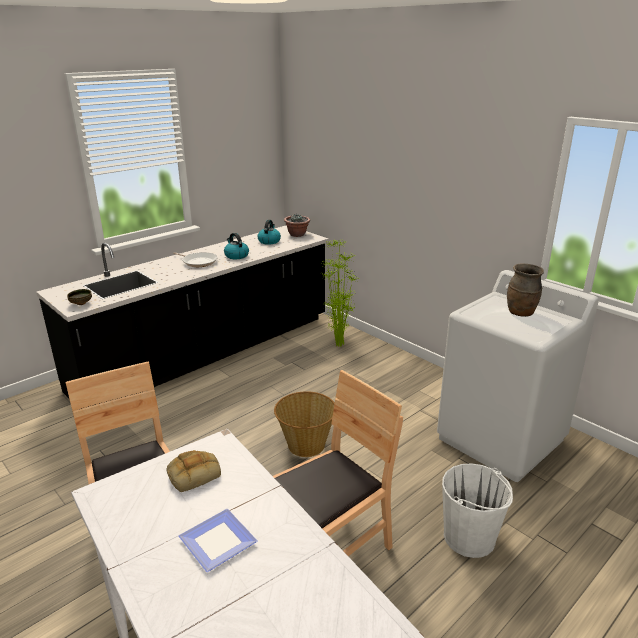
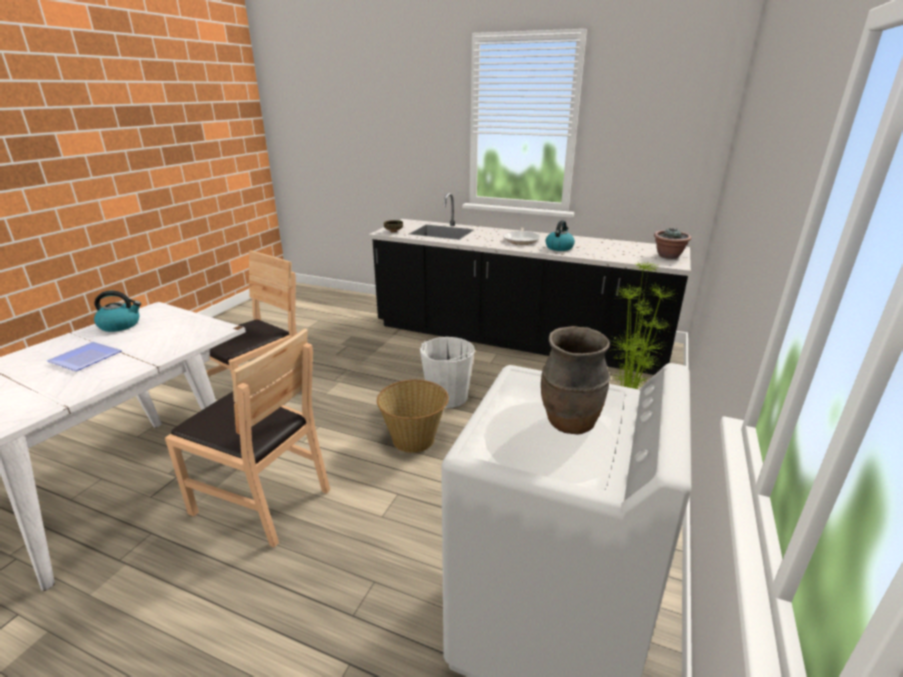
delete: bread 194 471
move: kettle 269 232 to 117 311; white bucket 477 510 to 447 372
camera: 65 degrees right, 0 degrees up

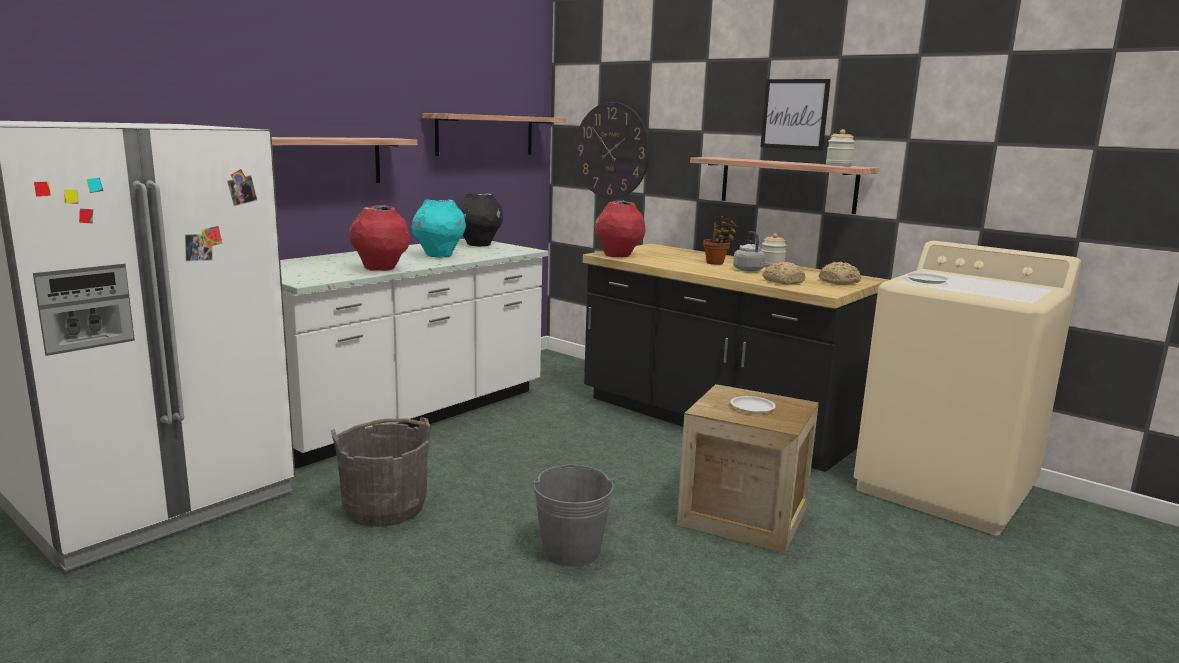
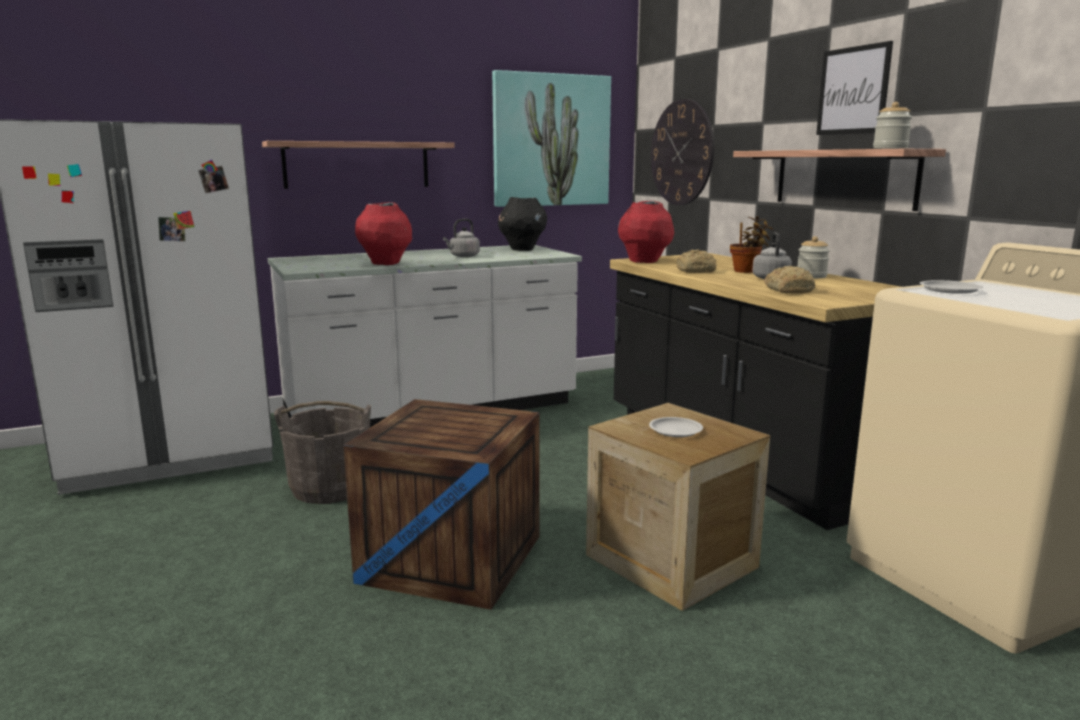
move: bread 840 273 to 696 261
replace: turquoise vase 439 228 to grey kettle 461 238; shelf 494 134 to picture 551 138; grey bucket 573 515 to crate 441 504
camera: 25 degrees right, 0 degrees up

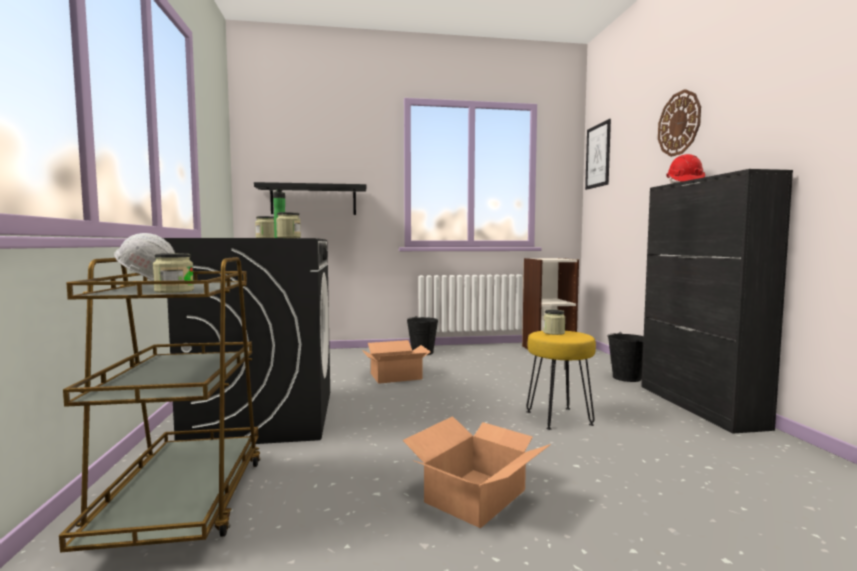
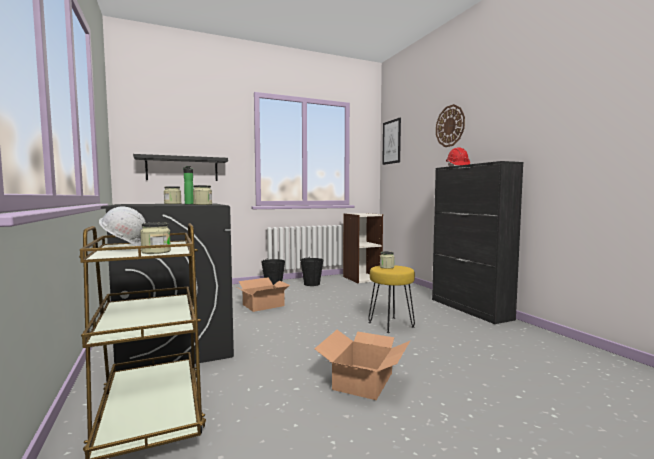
move: black bucket 625 357 to 311 271
camera: 15 degrees left, 0 degrees up

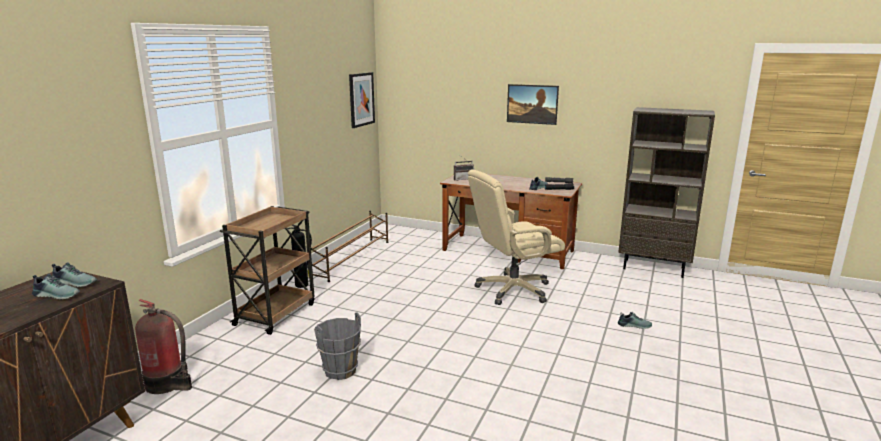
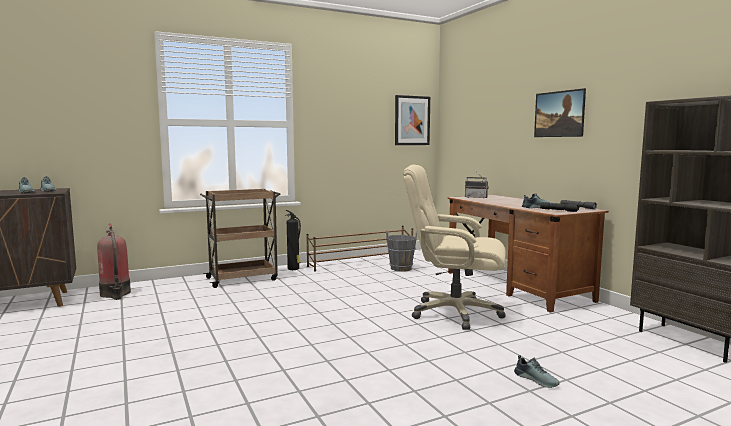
move: grey bucket 337 346 to 401 251
camera: 40 degrees right, 10 degrees down

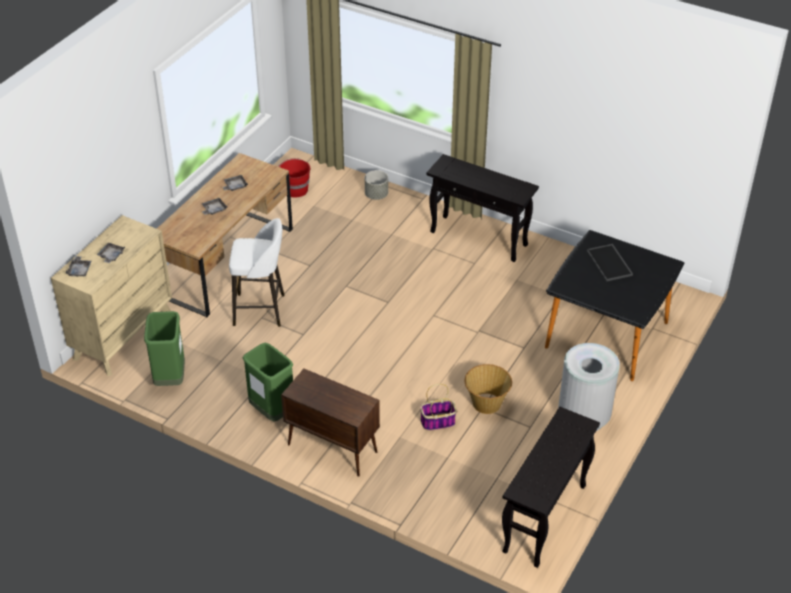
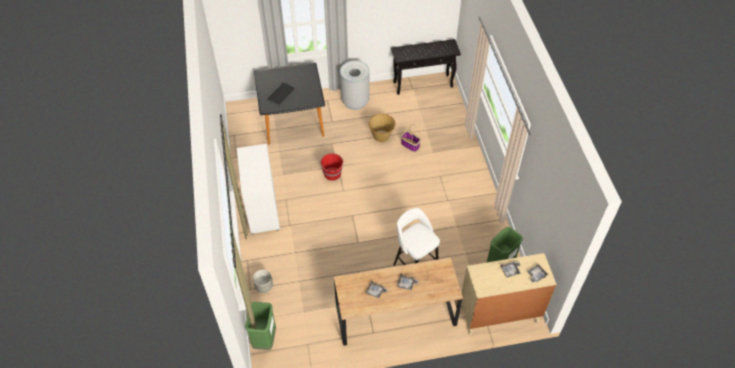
delete: brown cabinet 330 423
move: green trash can 268 382 to 260 326; red bucket 294 178 to 332 167
replace: black console table 482 208 to white cabinet 258 189
camera: 130 degrees left, 10 degrees up

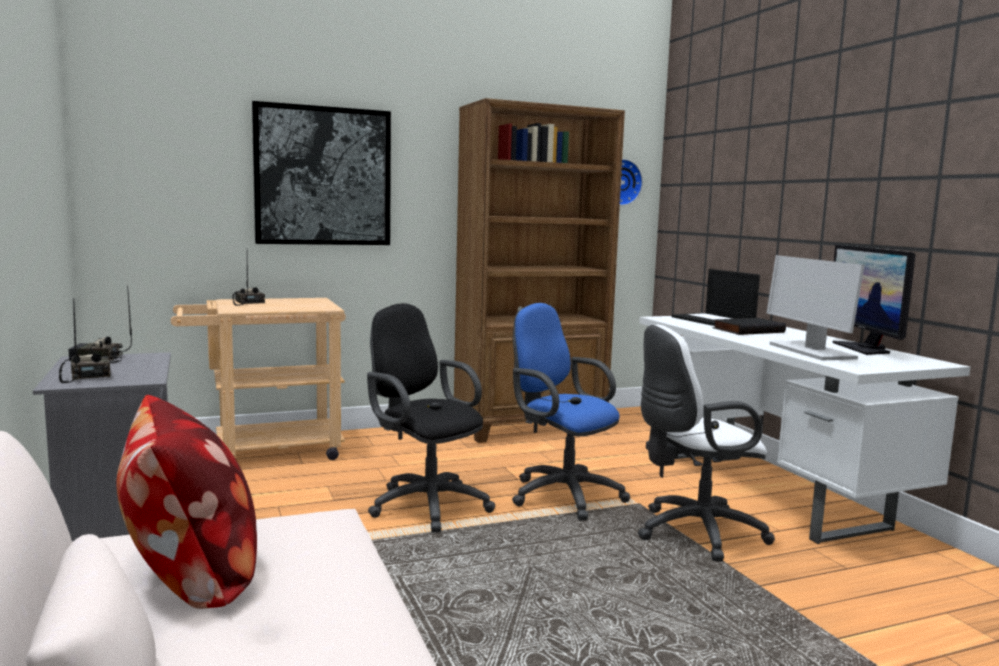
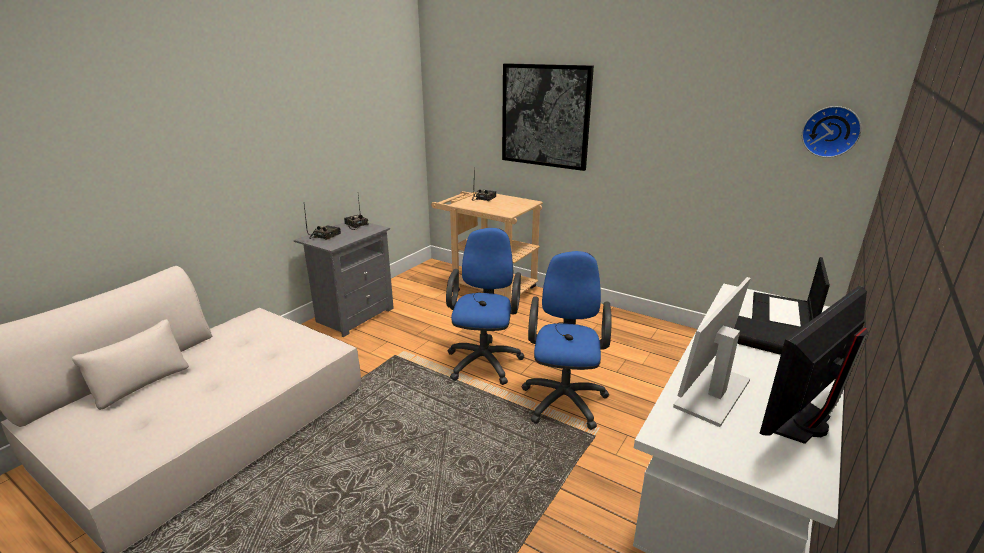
delete: pillow 187 502; brown bookcase 539 270; white office chair 706 443
recolor: black office chair 431 418 to blue office chair 485 306
camera: 55 degrees right, 15 degrees up

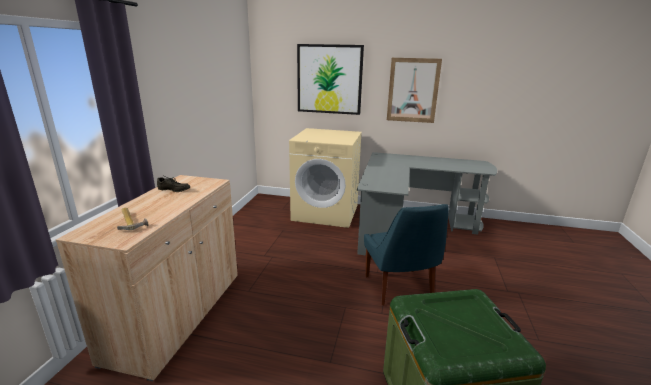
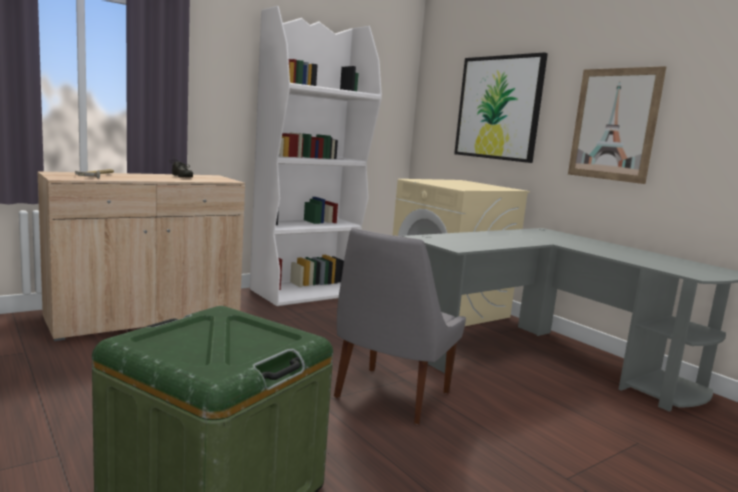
insert: white bookcase 316 156
recolor: blue chair 406 254 to grey chair 400 326
camera: 40 degrees right, 10 degrees down

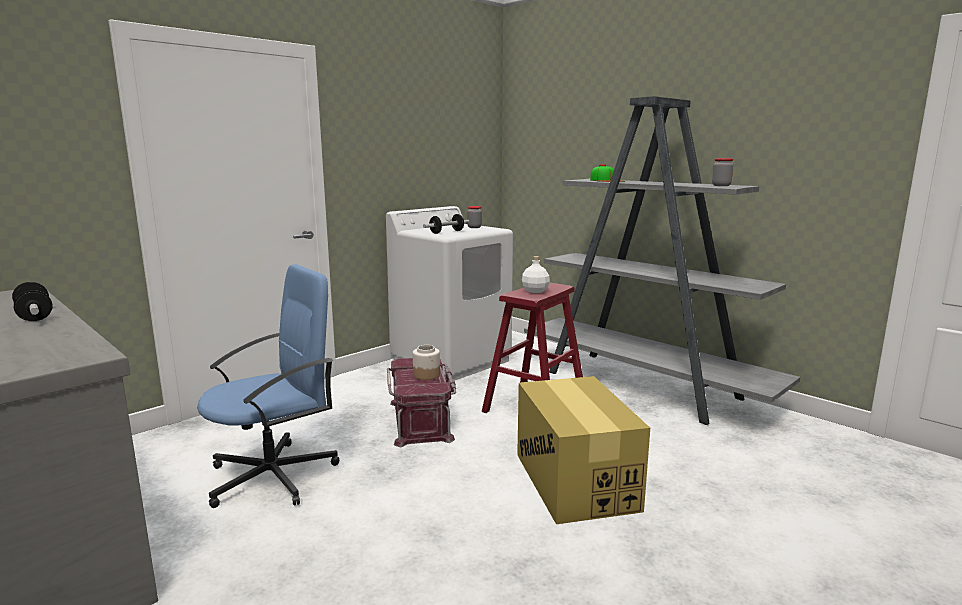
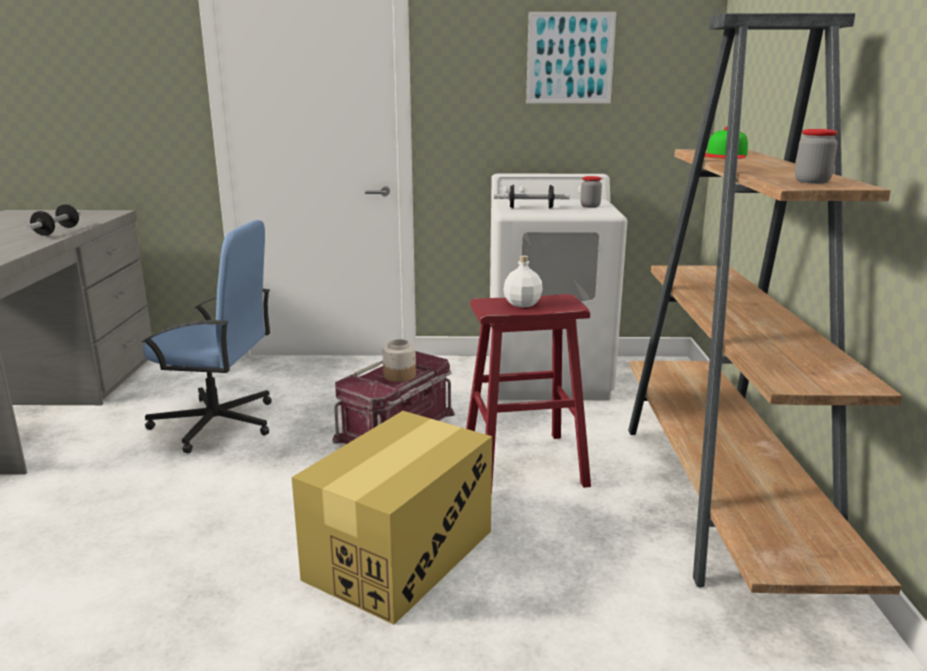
insert: picture 571 57
recolor: grey bookcase 662 260 to brown bookcase 765 303
camera: 45 degrees right, 5 degrees up

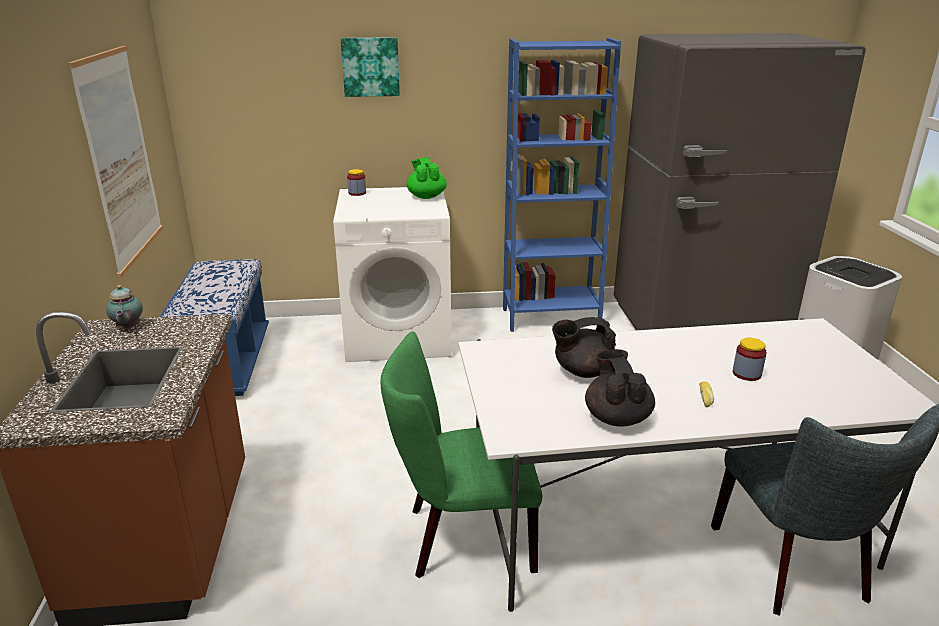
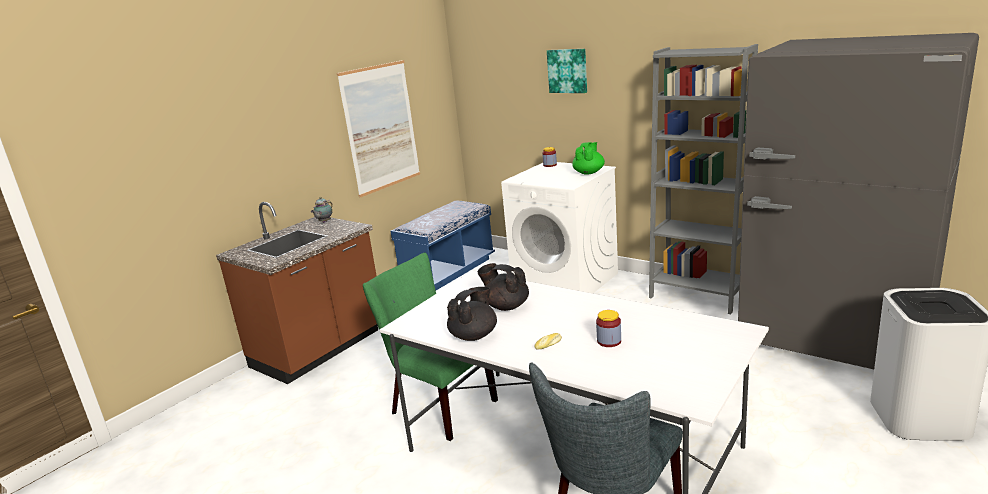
recolor: blue bookcase 562 185 to grey bookcase 703 179
camera: 45 degrees right, 5 degrees down

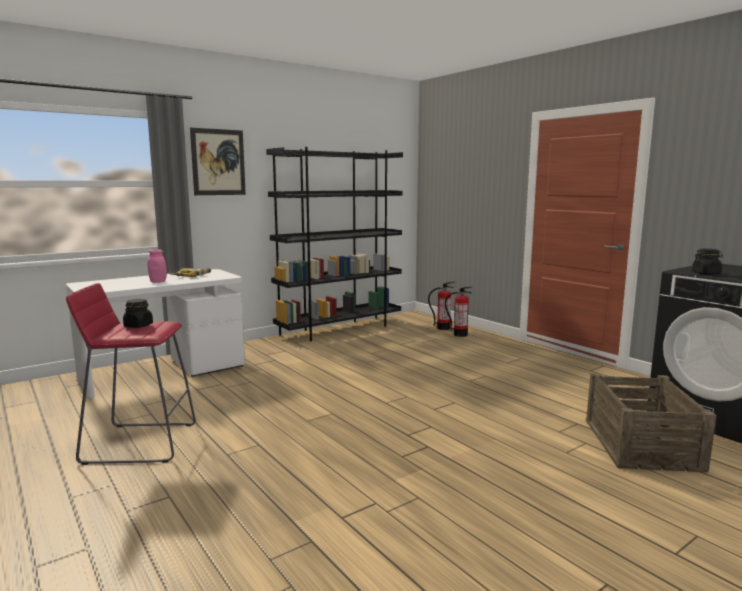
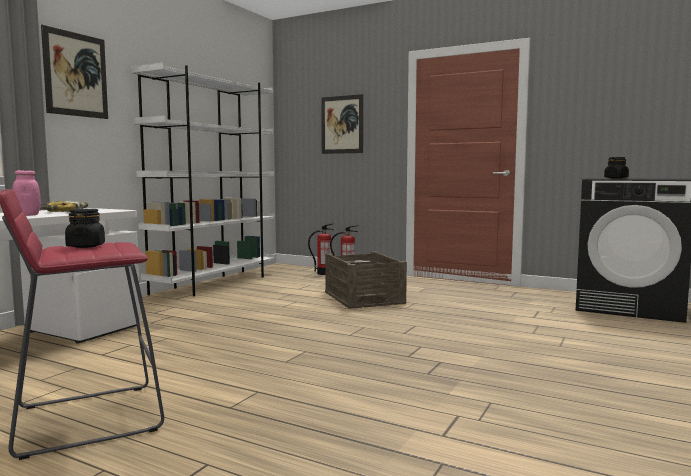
insert: picture 342 124
move: crate 651 422 to 366 280
recolor: black bookcase 334 244 to white bookcase 203 179
camera: 25 degrees left, 5 degrees down

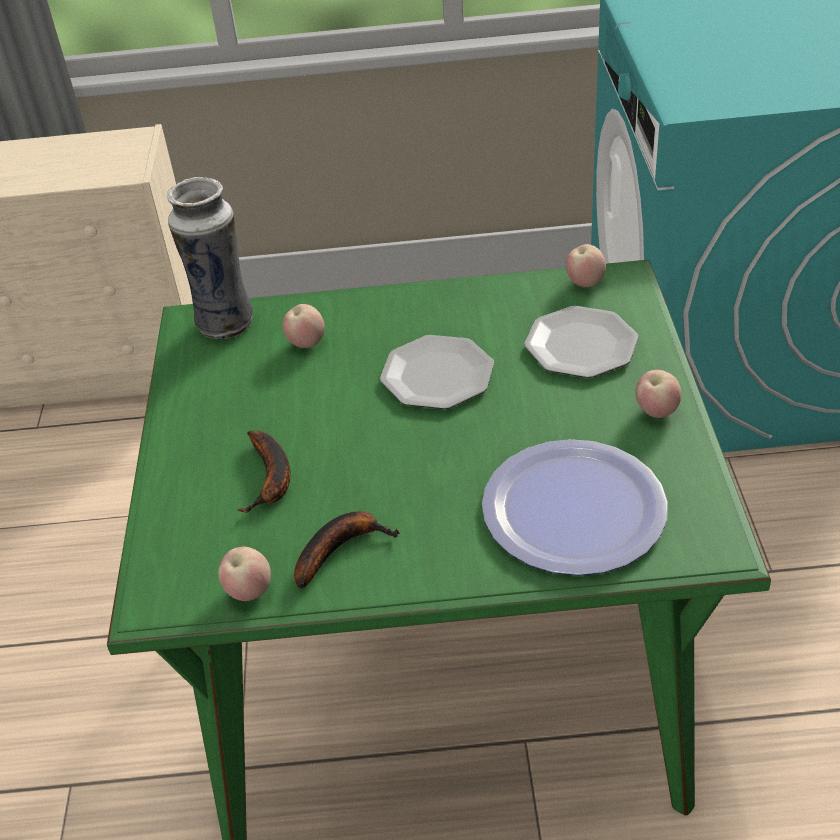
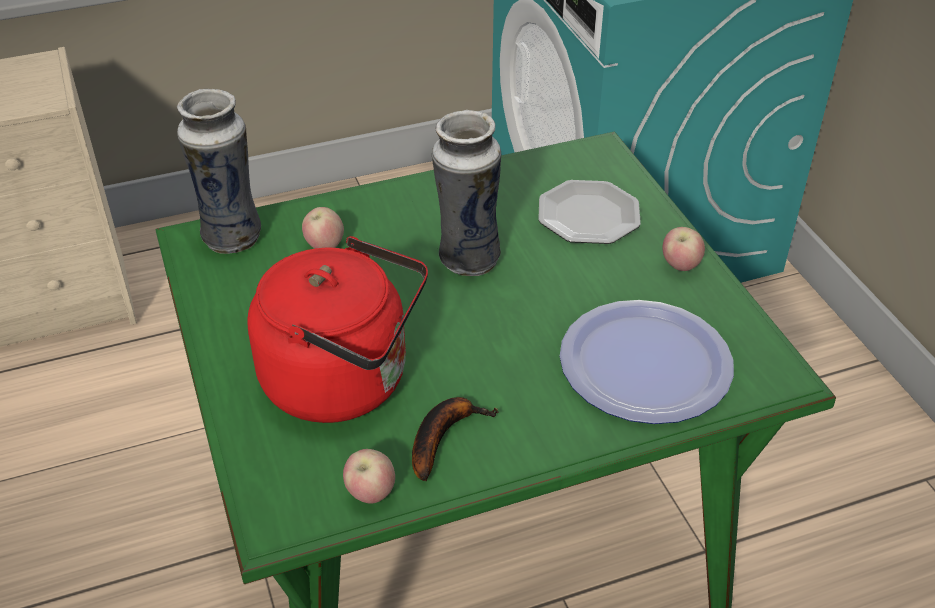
delete: apple 586 265
replace: banana 264 472 to red kettle 337 329; plate 437 372 to vase 466 193
camera: 20 degrees left, 0 degrees up

